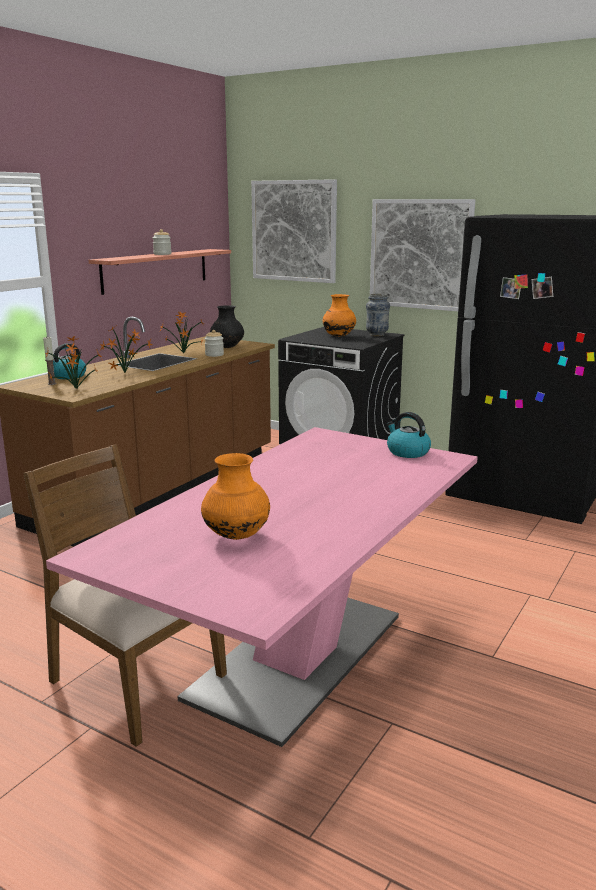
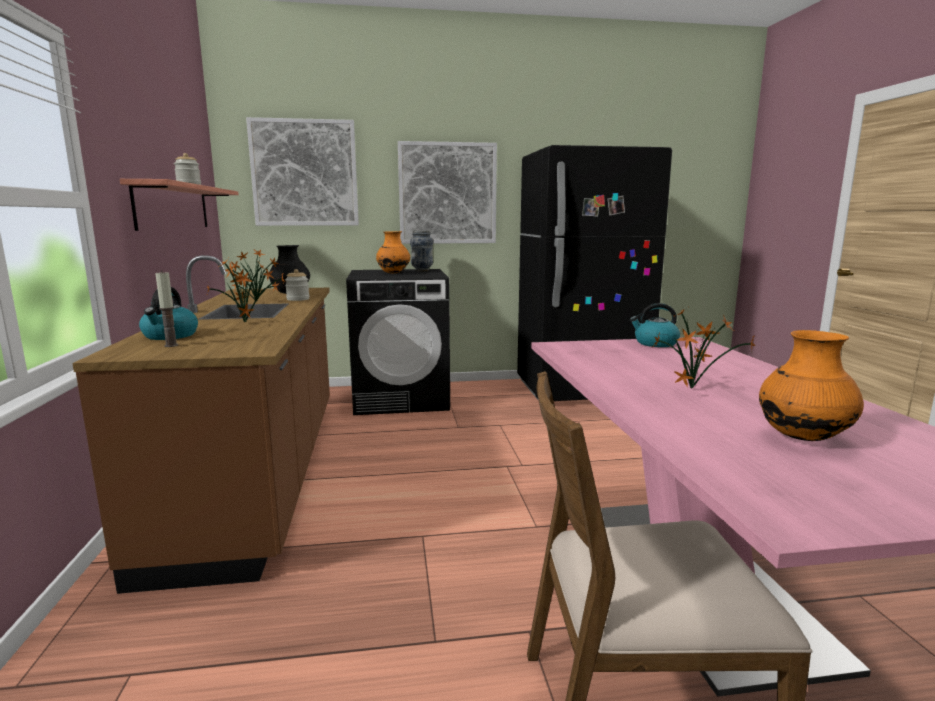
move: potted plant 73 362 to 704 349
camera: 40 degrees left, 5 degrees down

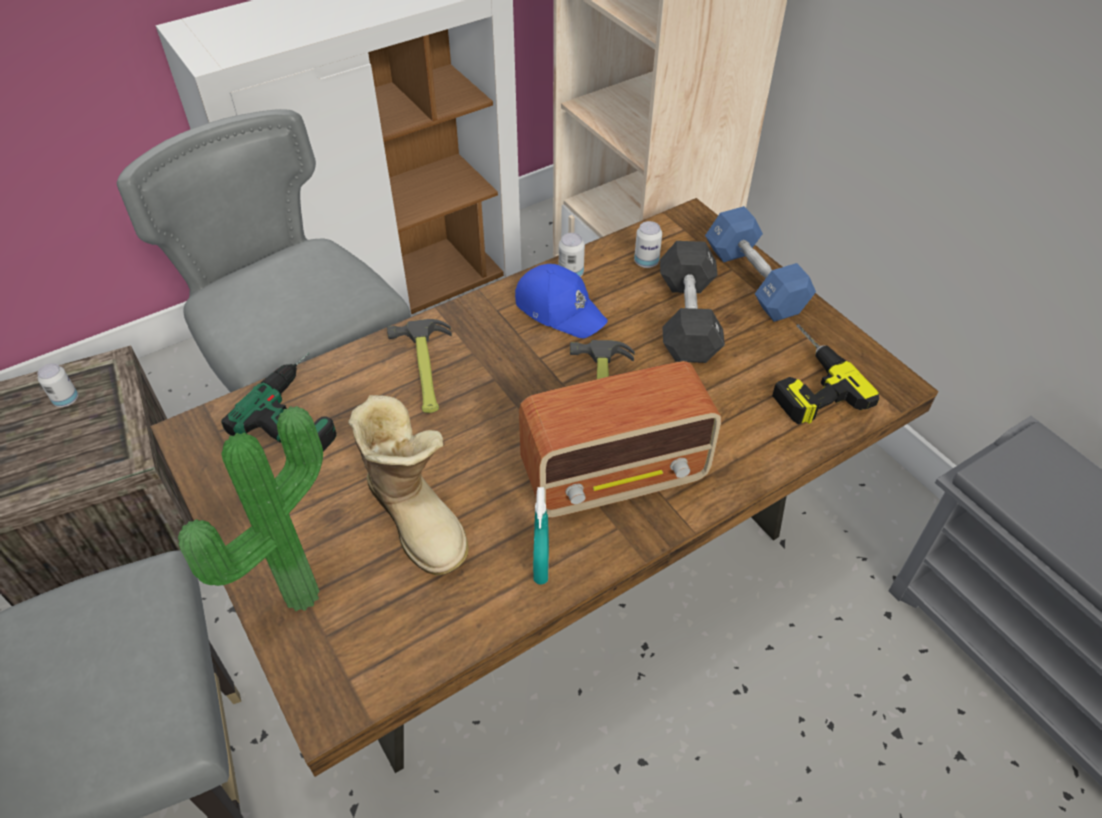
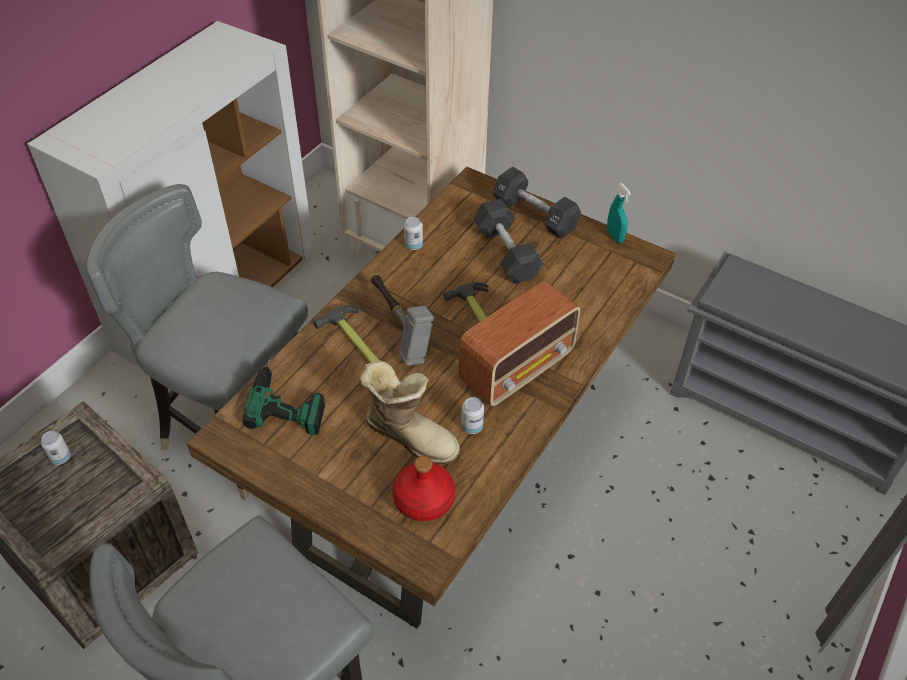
delete: potted plant 250 508; blue cap 561 301; power drill 825 374
insert: hammer 402 319; red bottle 423 488
move: turquoise spray bottle 541 536 to 619 213; can 648 244 to 472 415
recolor: blue dumbbell 760 264 to black dumbbell 537 202
camera: 25 degrees left, 0 degrees up

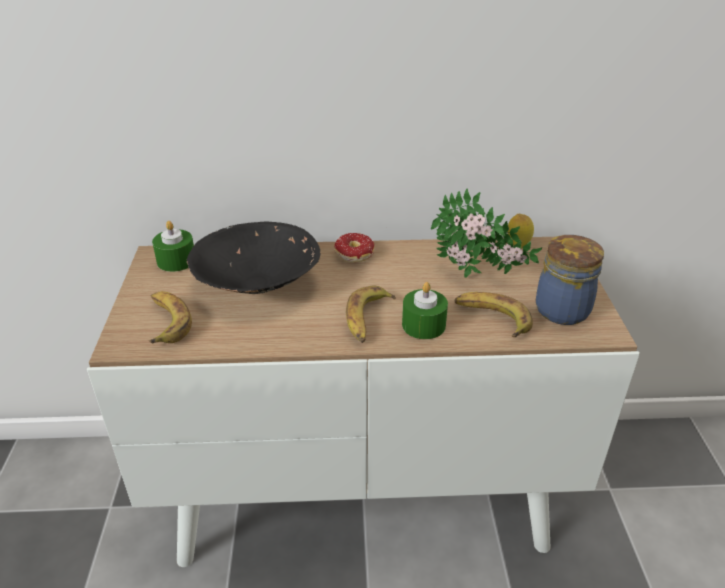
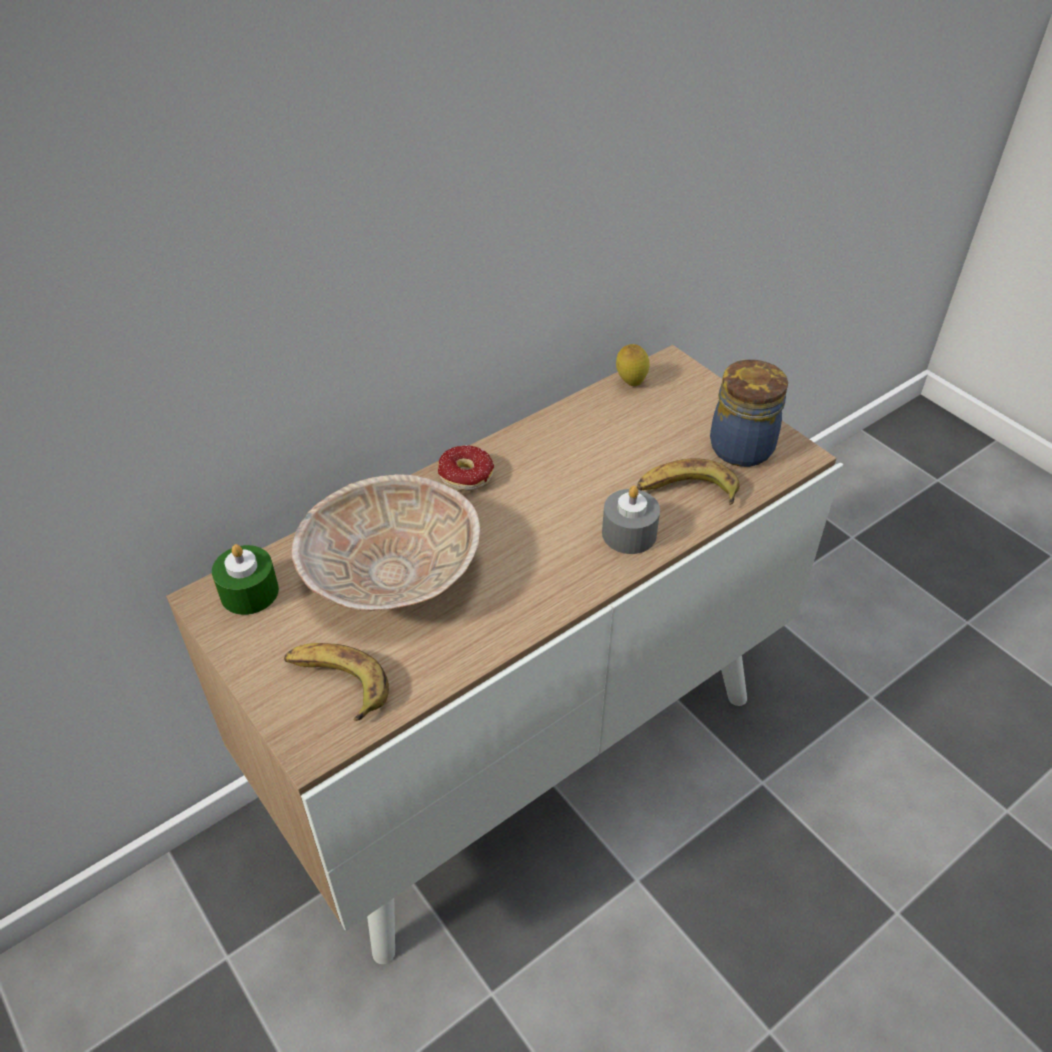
delete: banana 371 314; potted plant 486 233
recolor: black bowl 254 257 to beige bowl 385 542; green candle 425 310 to grey candle 631 520
camera: 35 degrees left, 10 degrees up

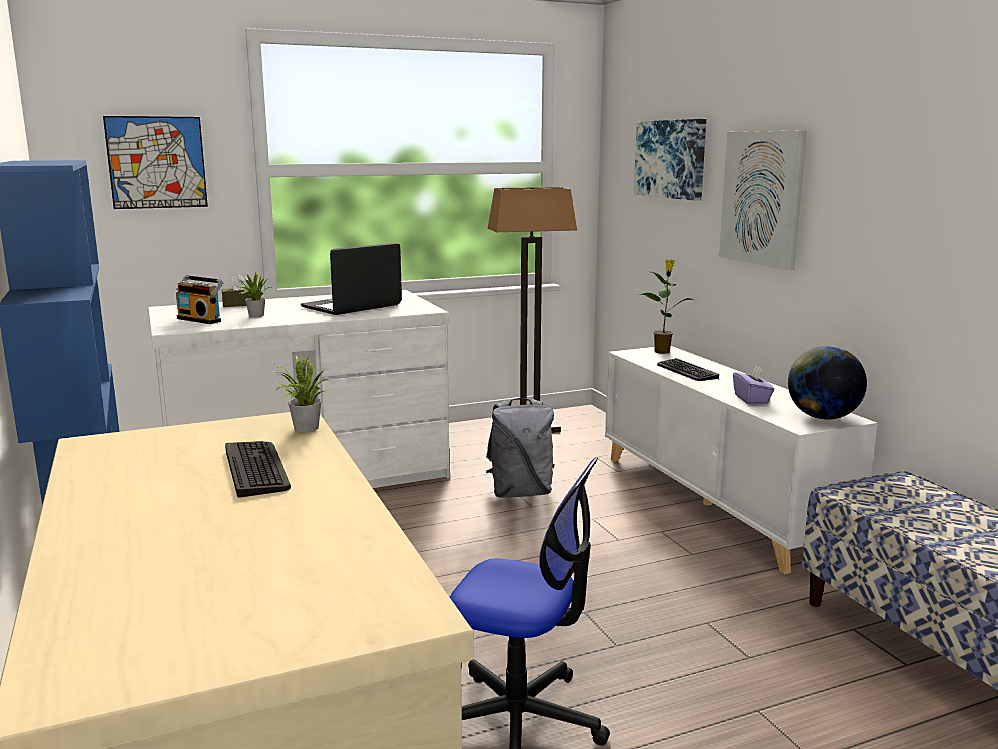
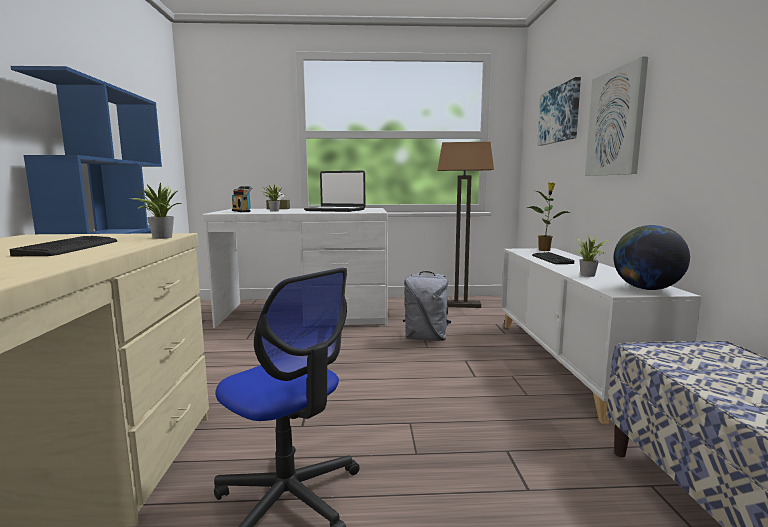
delete: picture 155 162
replace: purple tissue box 753 385 to potted plant 590 256
rotate: laptop 351 279 = 334 191 135 degrees counterclockwise
camera: 20 degrees right, 5 degrees down

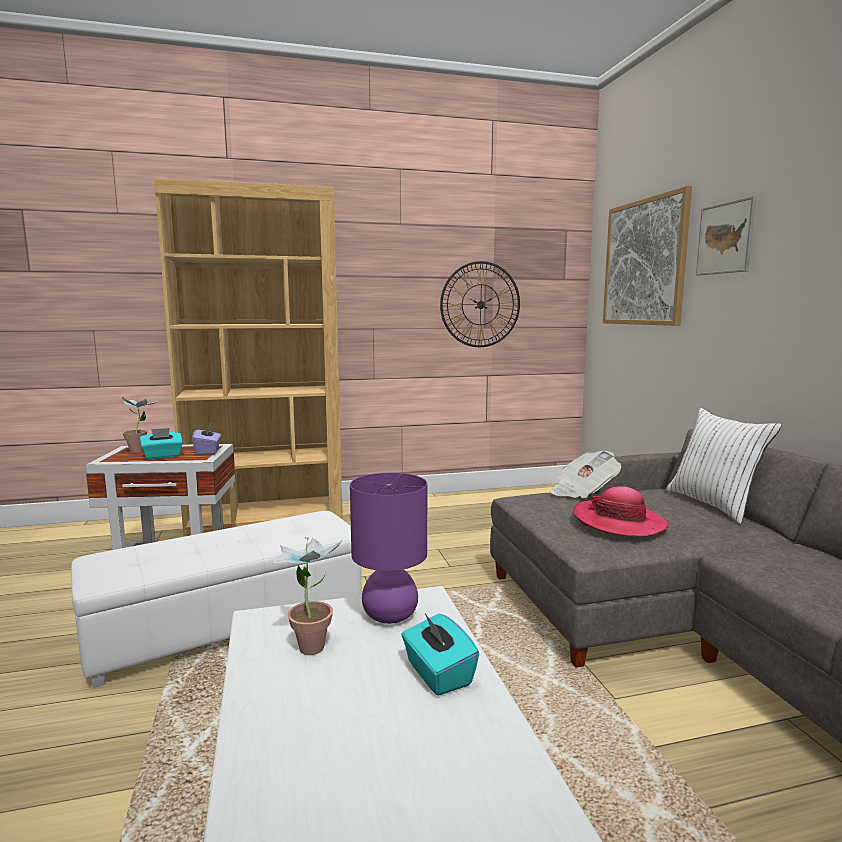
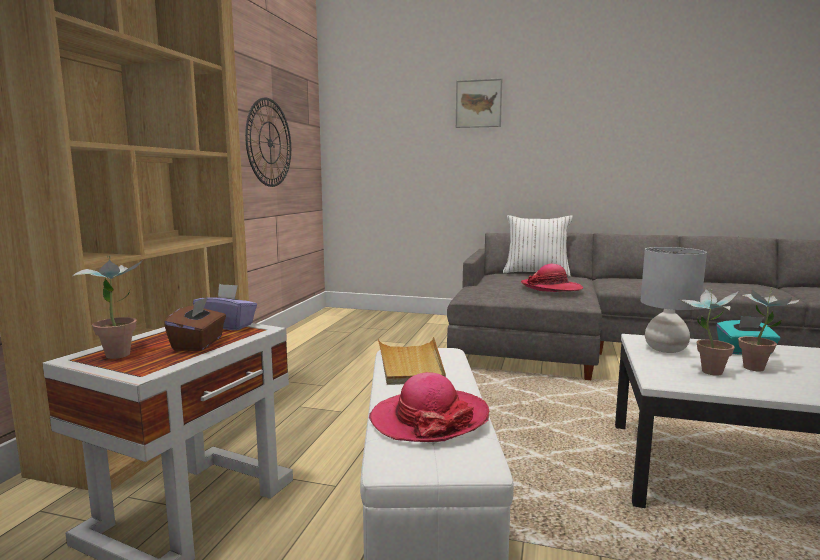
delete: newspaper 585 474; picture 647 256
insert: hat 429 407; beige tray 412 361; potted plant 768 329
recolor: turquoise tissue box 161 444 to brown tissue box 195 324; purple table lamp 388 548 to grey table lamp 674 300
camera: 60 degrees left, 0 degrees up

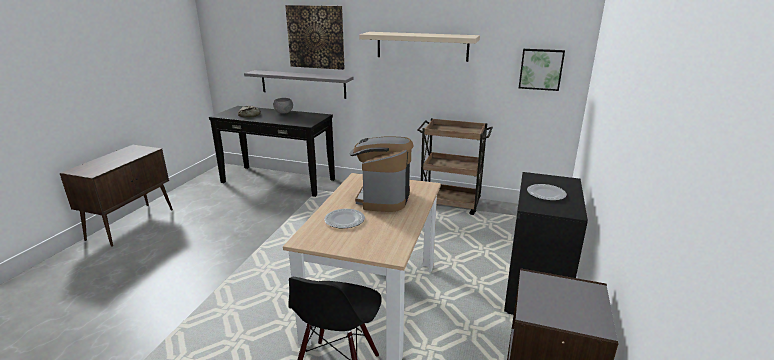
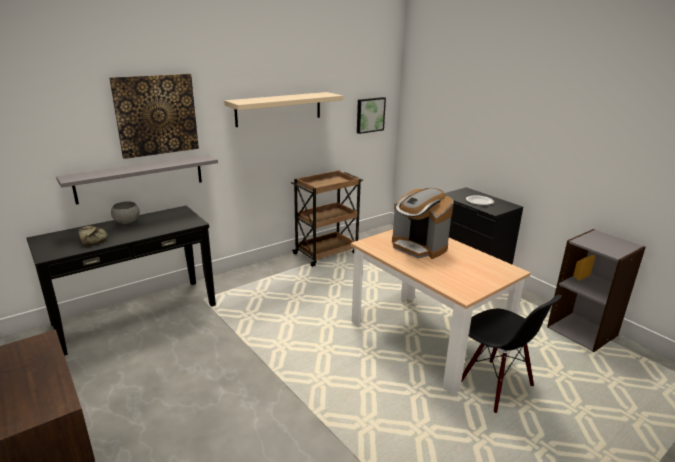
delete: plate 344 218
camera: 55 degrees left, 0 degrees up

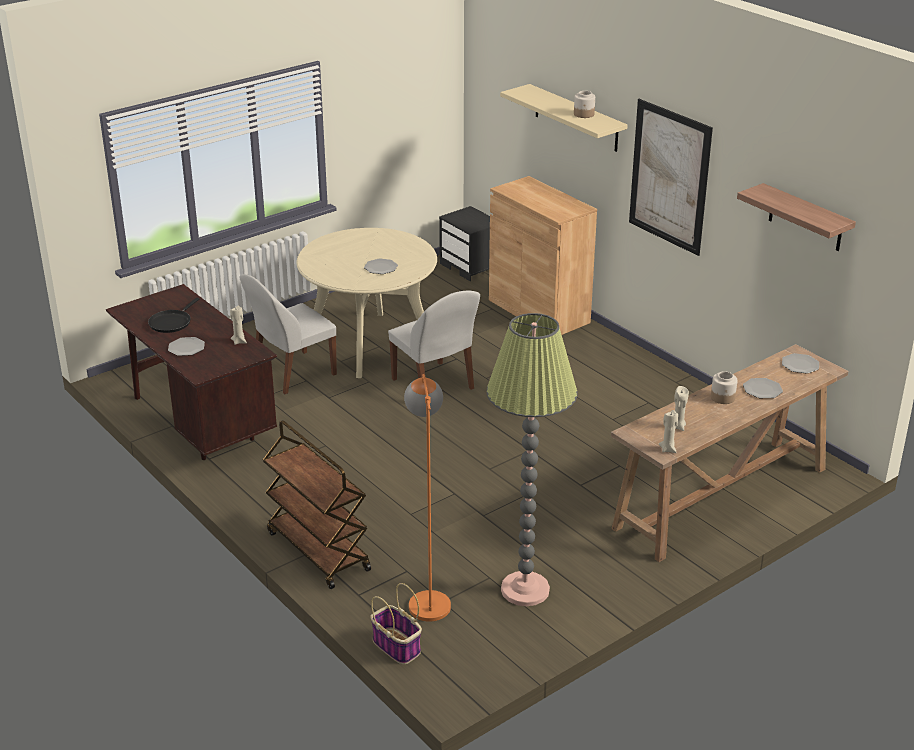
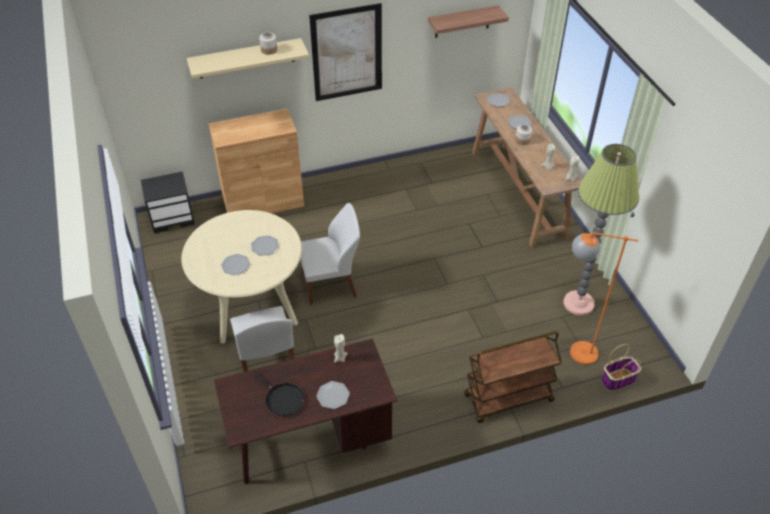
insert: plate 235 264
camera: 70 degrees left, 15 degrees up

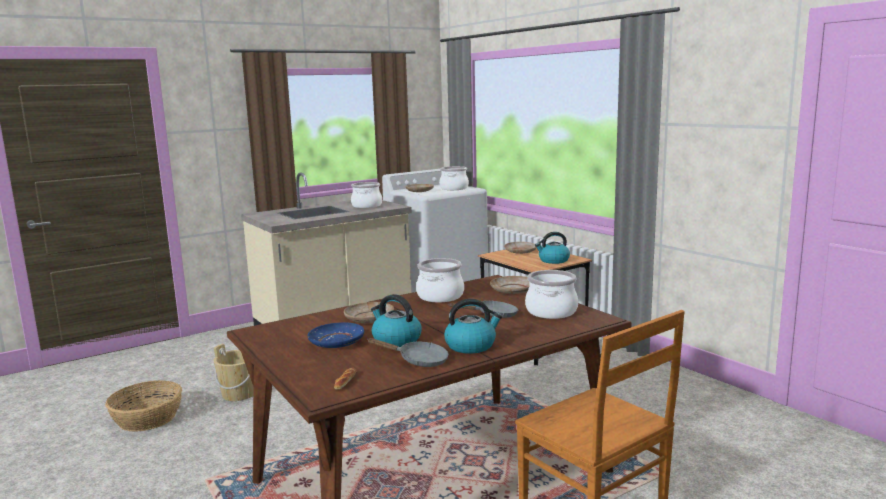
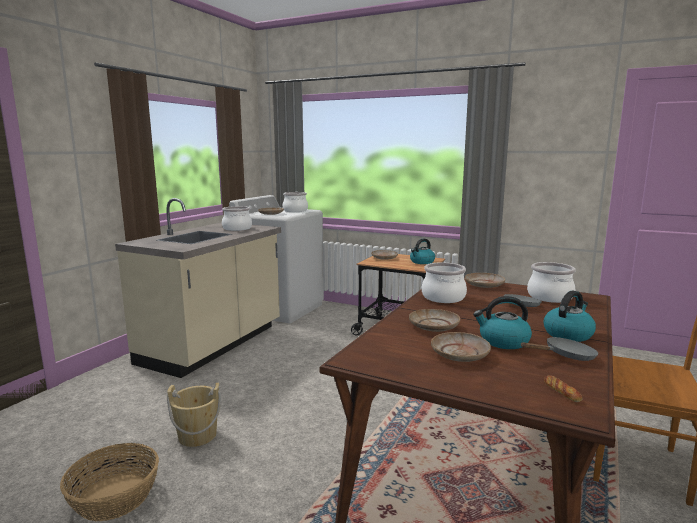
recolor: blue plate 336 335 to beige plate 461 347
camera: 30 degrees left, 0 degrees up

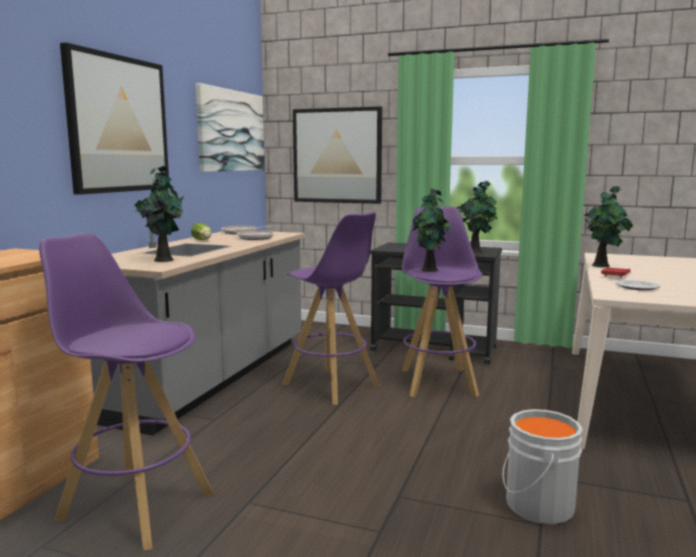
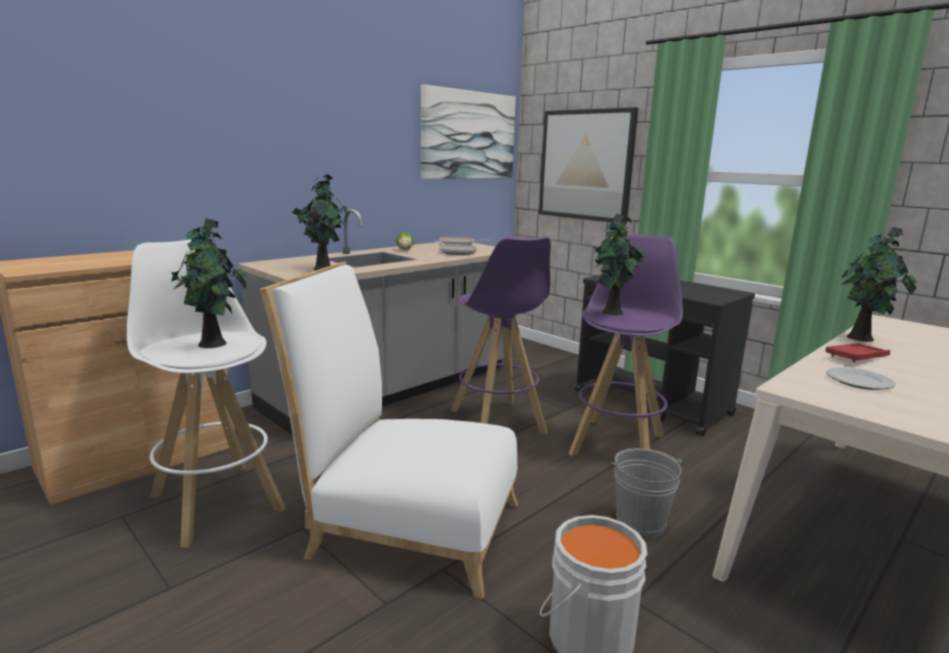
delete: picture 115 119
insert: white chair 389 430; grey bucket 646 493
move: potted plant 477 216 to 209 283
recolor: purple stool 127 392 to white stool 206 394
camera: 25 degrees right, 5 degrees up

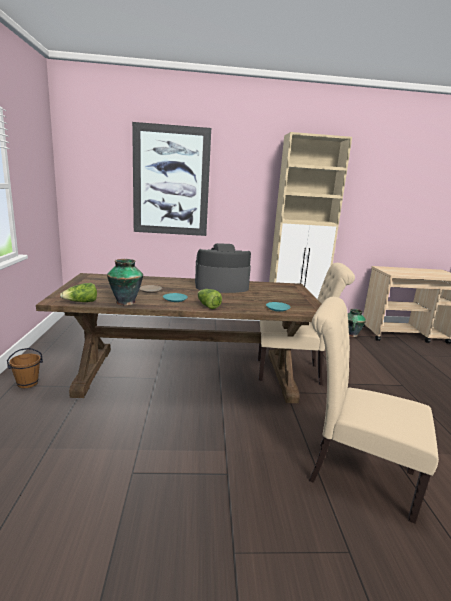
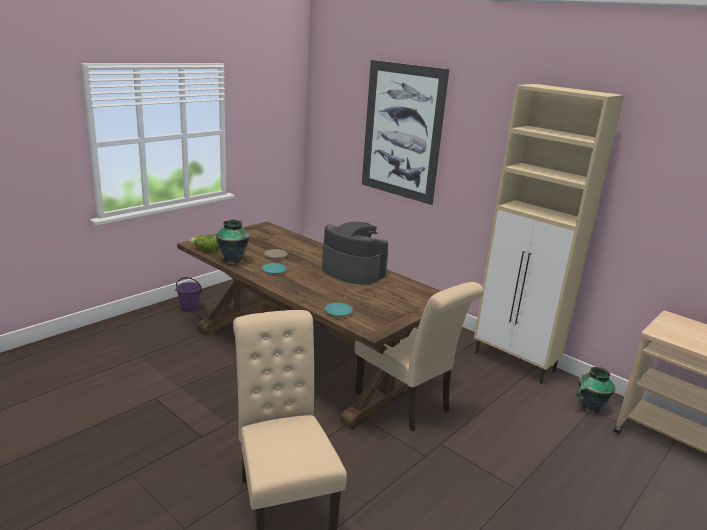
delete: lettuce 210 299
recolor: brown bucket 25 368 to purple bucket 189 294
camera: 45 degrees right, 5 degrees up

